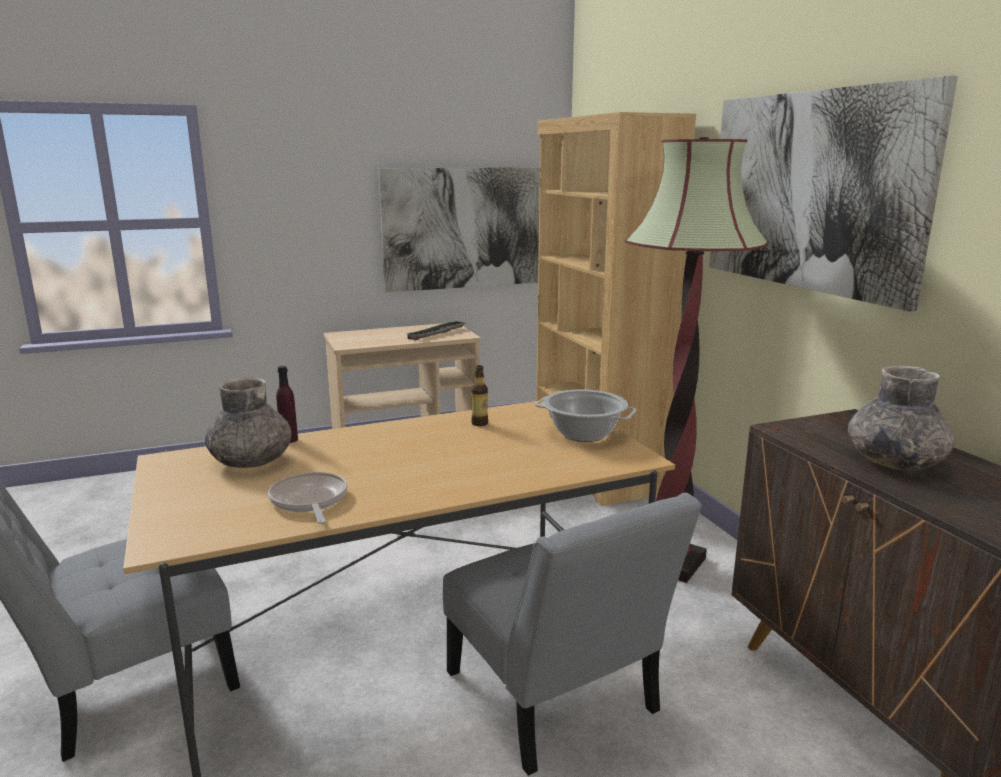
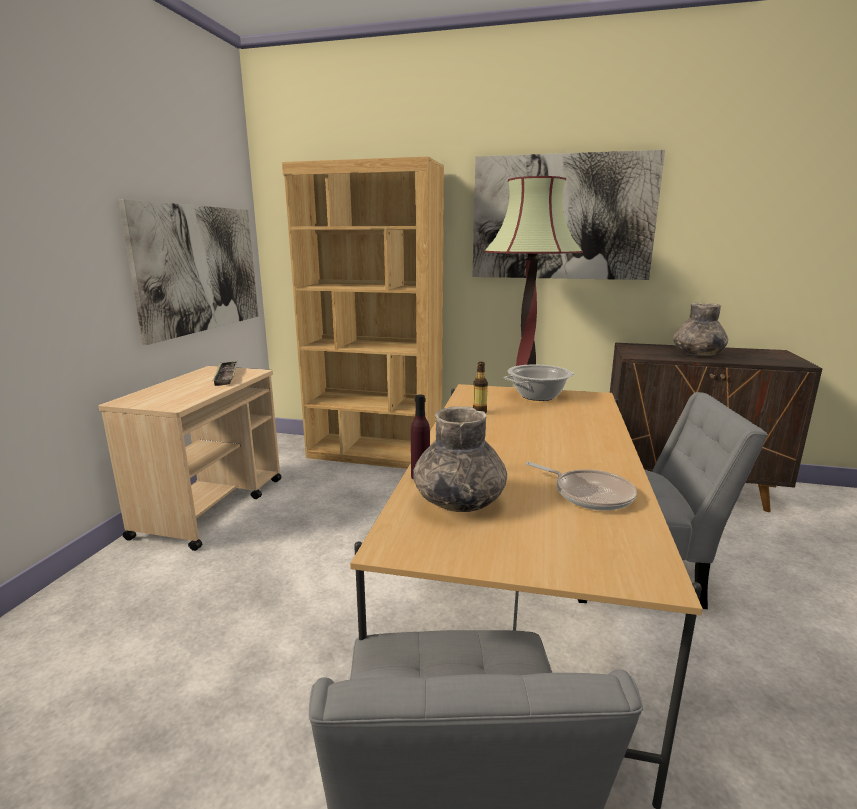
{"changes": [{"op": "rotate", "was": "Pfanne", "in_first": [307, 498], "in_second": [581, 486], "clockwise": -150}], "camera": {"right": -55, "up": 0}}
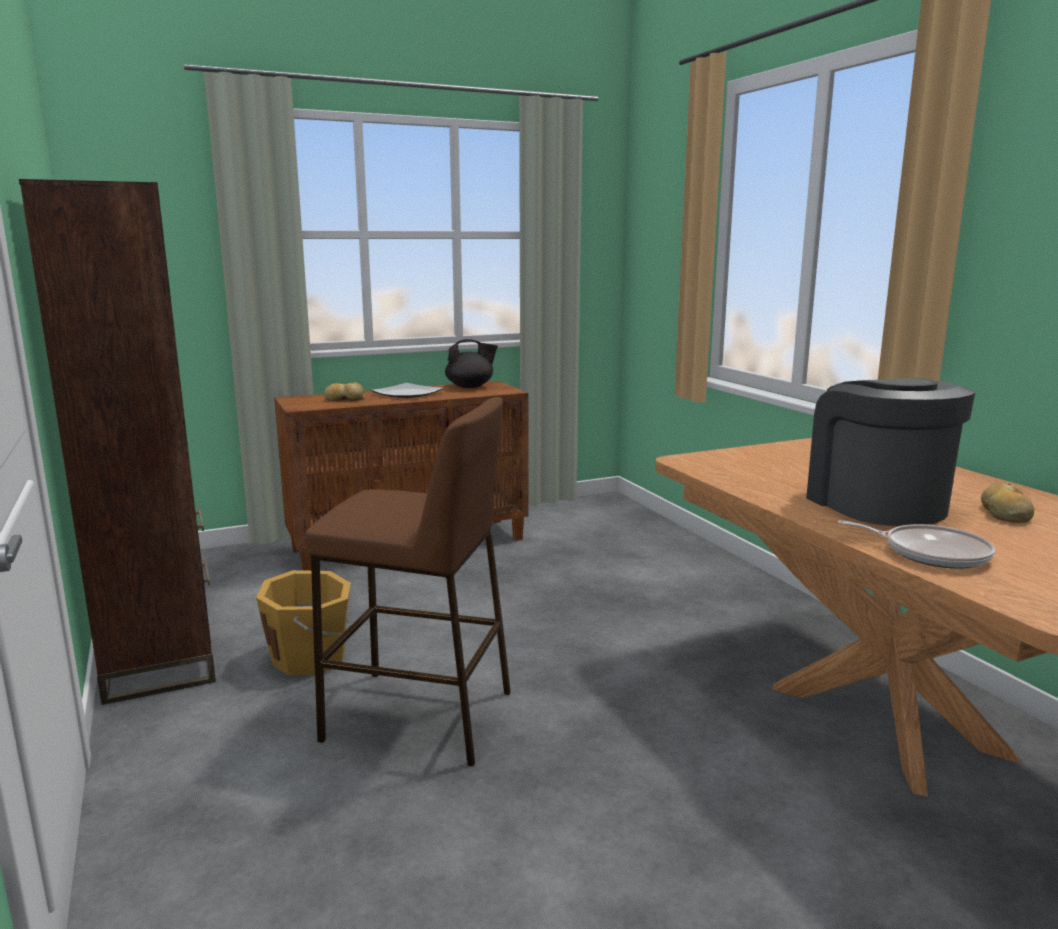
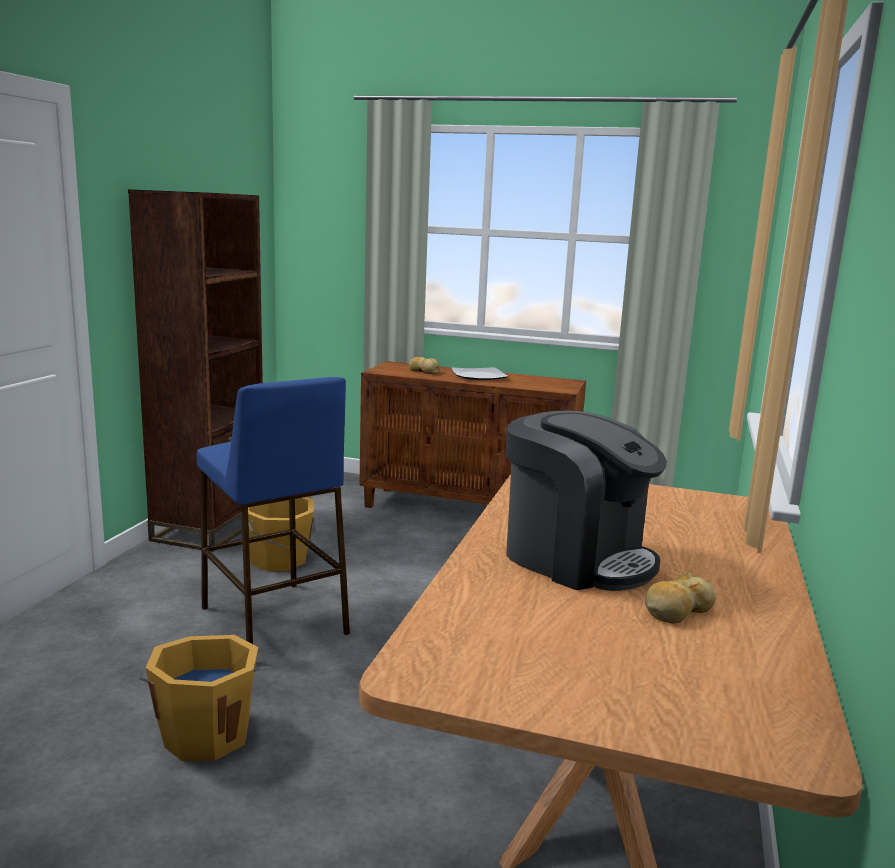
{"changes": [{"op": "insert", "now": "Eimer/orange", "in_second": [204, 698]}, {"op": "recolor", "was": "Hocker/braun", "now": "Hocker/blau", "in_first": [408, 581], "in_second": [273, 510]}, {"op": "rotate", "was": "Kaffeemaschine", "in_first": [890, 452], "in_second": [586, 500], "clockwise": 105}, {"op": "delete", "was": "Teekanne/schwarz", "in_first": [471, 363]}, {"op": "delete", "was": "Pfanne", "in_first": [916, 544]}], "camera": {"right": 40, "up": 0}}
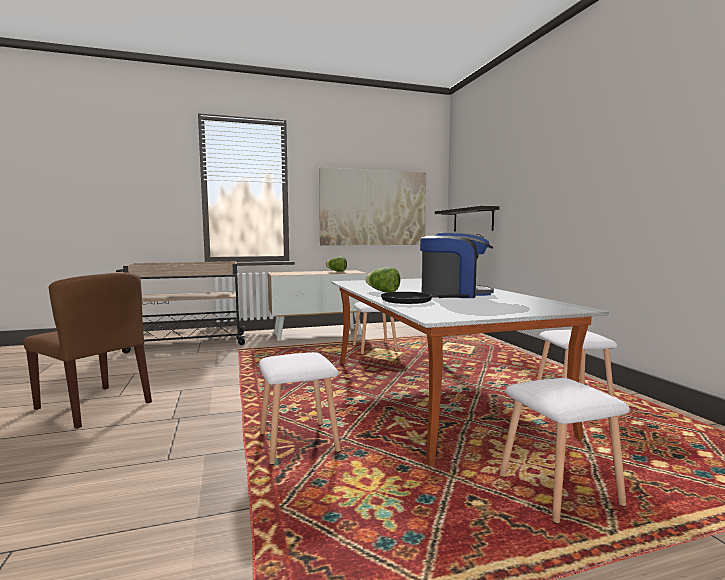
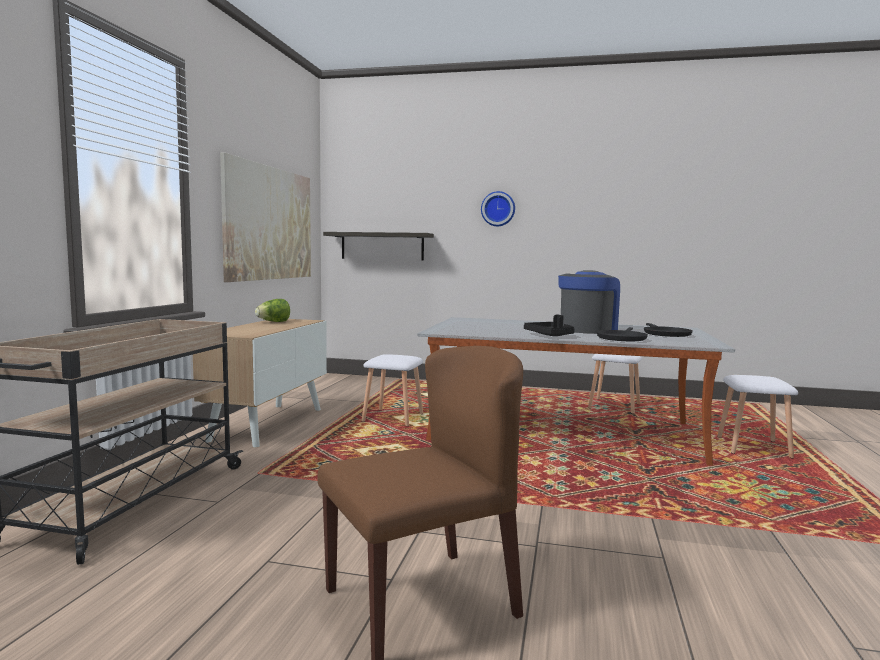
{"changes": [{"op": "insert", "now": "Wanduhr", "in_second": [498, 208]}, {"op": "replace", "was": "Salatkopf", "now": "Tablett/schwarz", "in_first": [382, 280], "in_second": [549, 325]}, {"op": "insert", "now": "Pfanne/schwarz", "in_second": [668, 330]}, {"op": "delete", "was": "Hocker/weiß", "in_first": [300, 408]}], "camera": {"right": -60, "up": 0}}
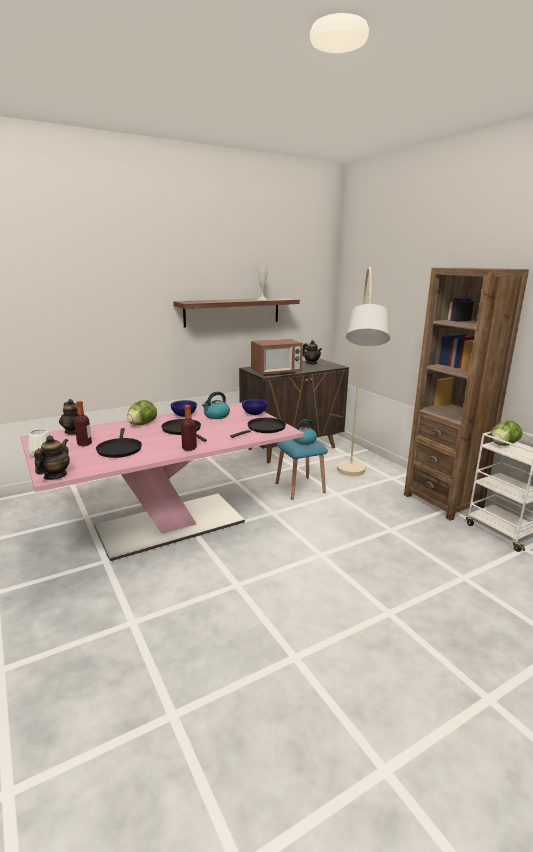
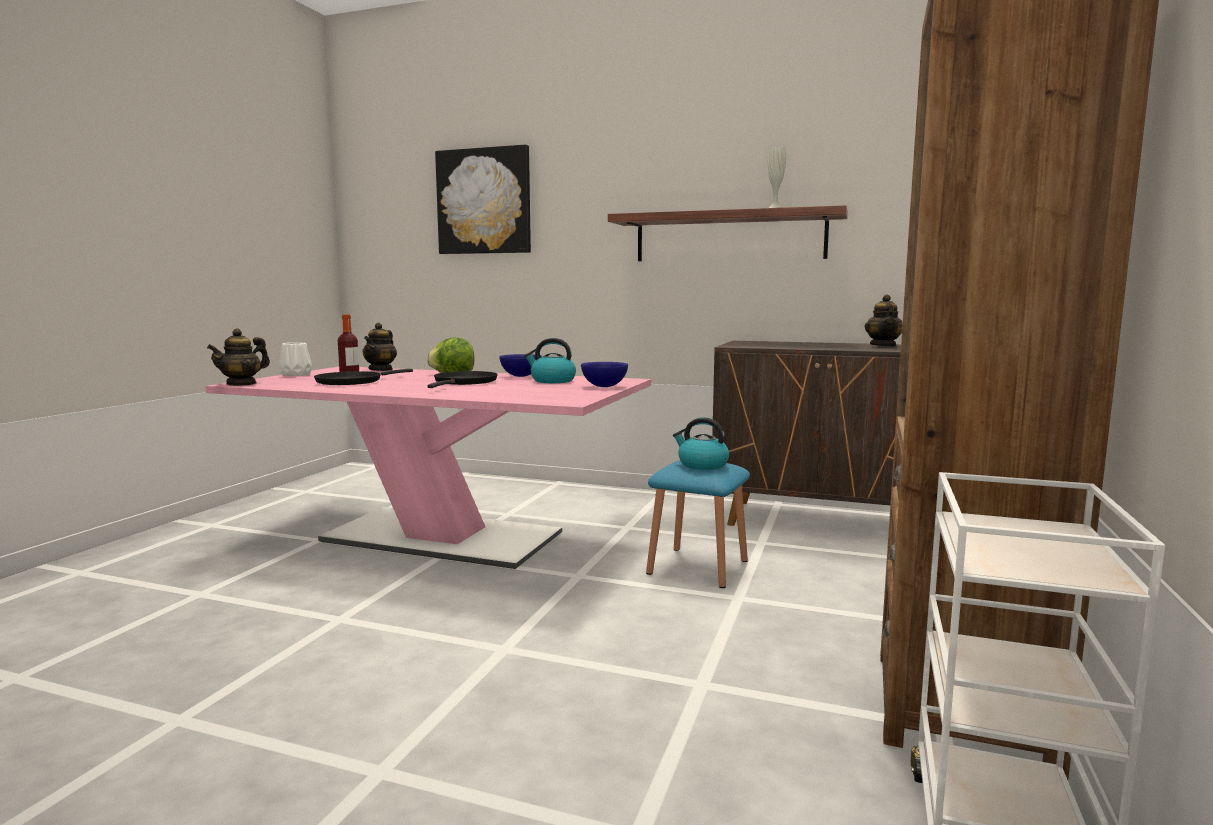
{"changes": [{"op": "rotate", "was": "Teekanne", "in_first": [52, 457], "in_second": [238, 357], "clockwise": 150}, {"op": "insert", "now": "Bild", "in_second": [483, 199]}, {"op": "delete", "was": "Flasche", "in_first": [189, 428]}, {"op": "delete", "was": "Pfanne/schwarz", "in_first": [258, 428]}, {"op": "delete", "was": "Mikrowelle", "in_first": [277, 357]}, {"op": "delete", "was": "Stehlampe/beige", "in_first": [363, 371]}, {"op": "delete", "was": "Salatkopf", "in_first": [506, 433]}], "camera": {"right": 50, "up": -10}}
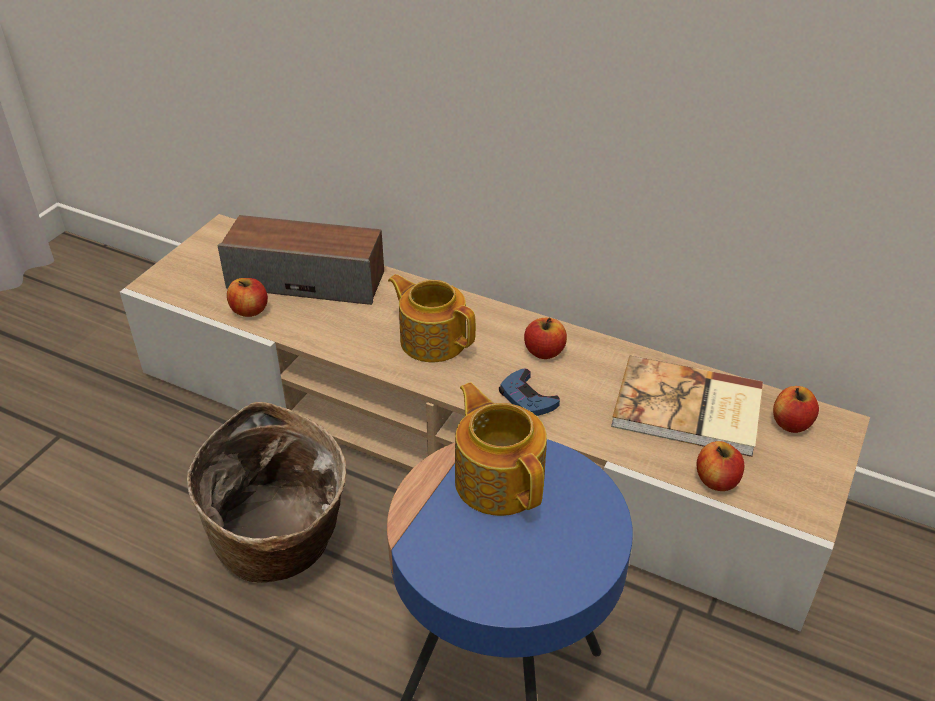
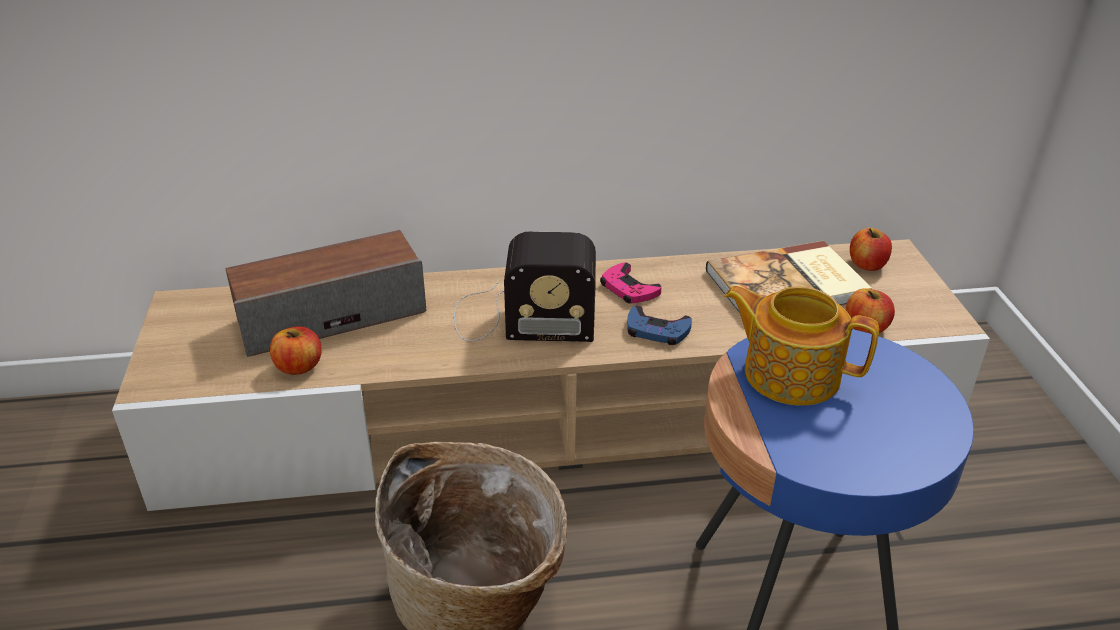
{"changes": [{"op": "replace", "was": "Teekanne", "now": "Radio", "in_first": [432, 318], "in_second": [525, 286]}, {"op": "replace", "was": "Apfel", "now": "Gamepad/rosa", "in_first": [545, 338], "in_second": [630, 282]}], "camera": {"right": -35, "up": -5}}
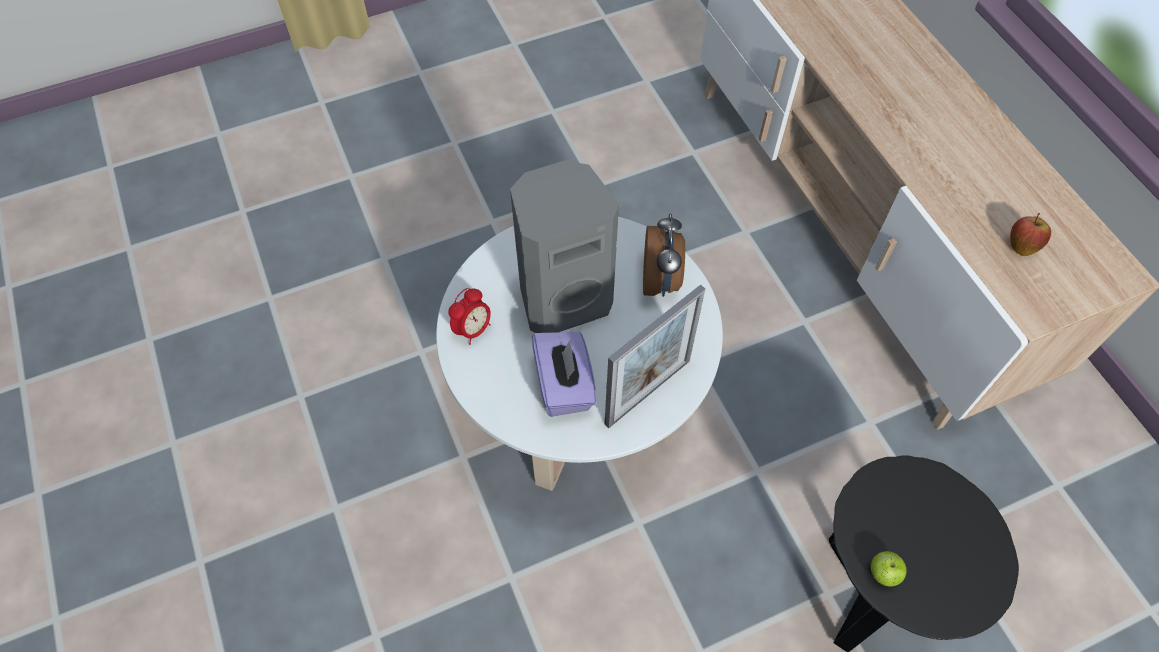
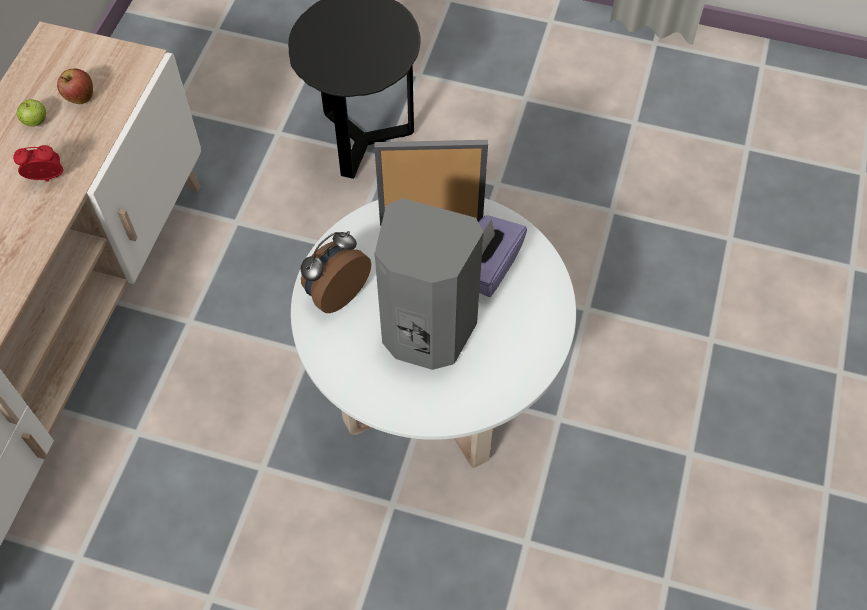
{"changes": [{"op": "move", "was": "Wecker", "in_first": [469, 316], "in_second": [38, 163]}, {"op": "move", "was": "Apfel", "in_first": [889, 569], "in_second": [31, 113]}], "camera": {"right": -140, "up": 0}}
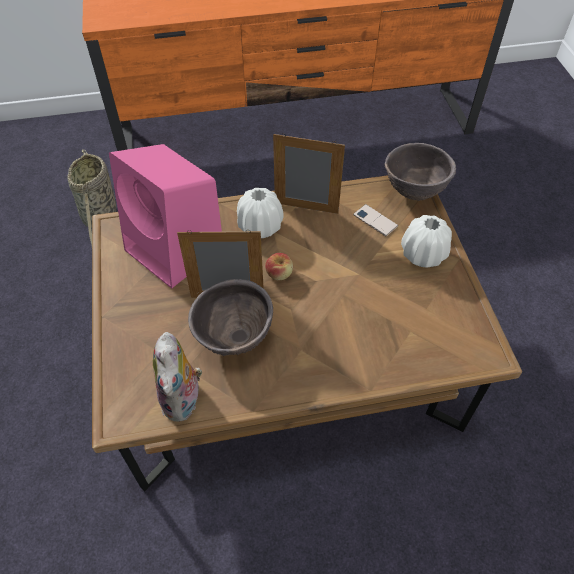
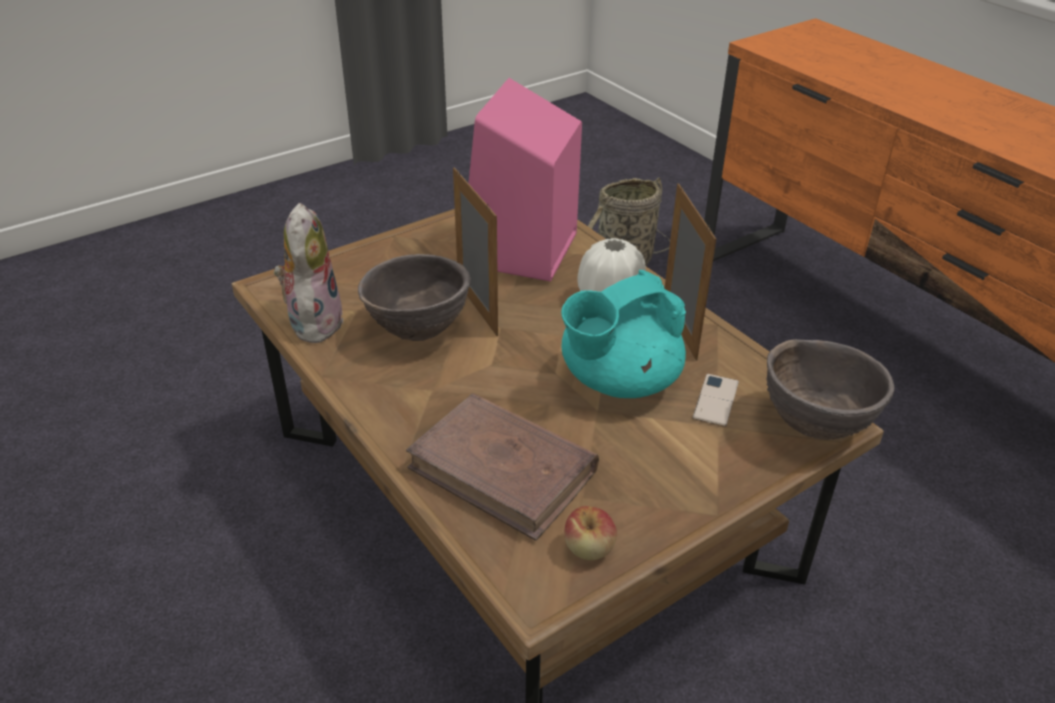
{"changes": [{"op": "rotate", "was": "Plüschtier", "in_first": [177, 377], "in_second": [308, 273], "clockwise": 120}, {"op": "insert", "now": "Buch/braun", "in_second": [502, 467]}, {"op": "insert", "now": "Teekanne/türkis", "in_second": [623, 334]}, {"op": "move", "was": "Apfel", "in_first": [279, 267], "in_second": [590, 533]}, {"op": "delete", "was": "Vase/weiß", "in_first": [426, 241]}], "camera": {"right": 65, "up": -15}}
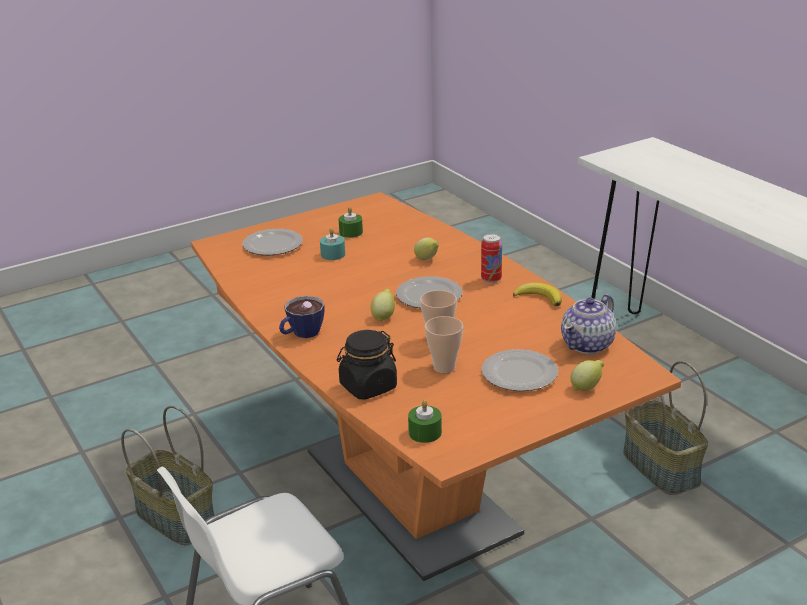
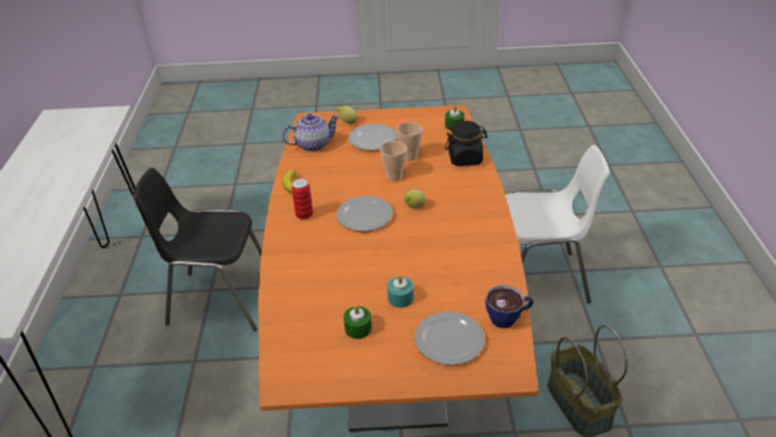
{"changes": [{"op": "replace", "was": "Korb", "now": "Stuhl/schwarz", "in_first": [665, 428], "in_second": [197, 249]}, {"op": "move", "was": "Tasse", "in_first": [301, 317], "in_second": [510, 306]}, {"op": "delete", "was": "Zitrone", "in_first": [426, 248]}], "camera": {"right": -150, "up": 10}}
